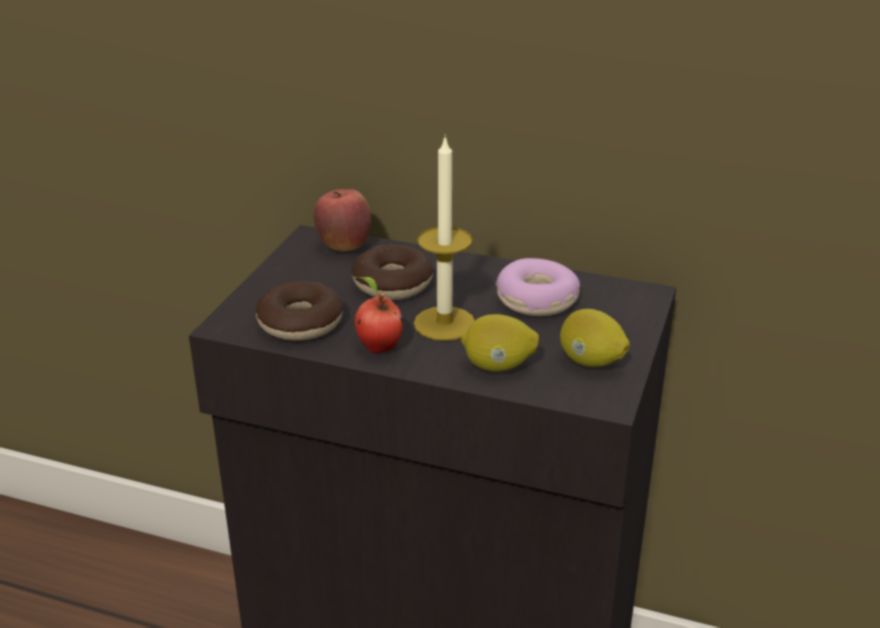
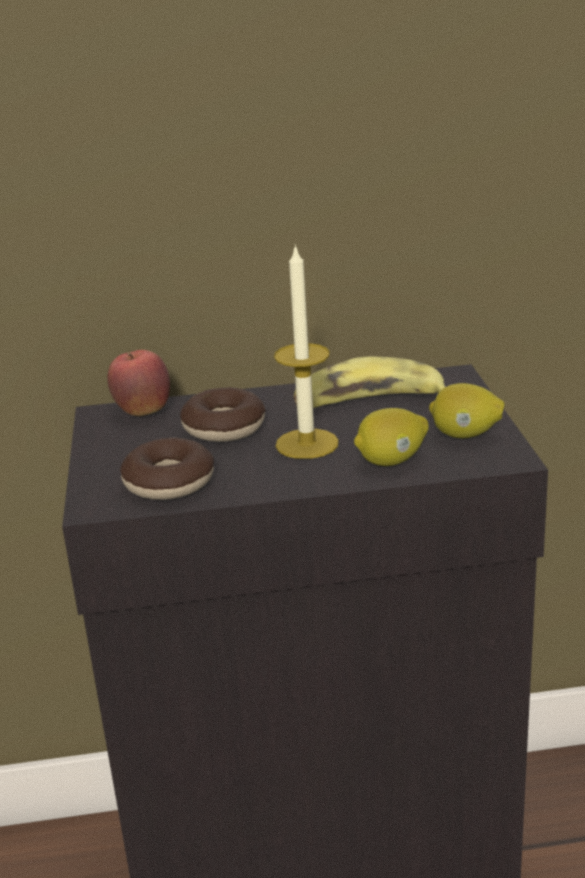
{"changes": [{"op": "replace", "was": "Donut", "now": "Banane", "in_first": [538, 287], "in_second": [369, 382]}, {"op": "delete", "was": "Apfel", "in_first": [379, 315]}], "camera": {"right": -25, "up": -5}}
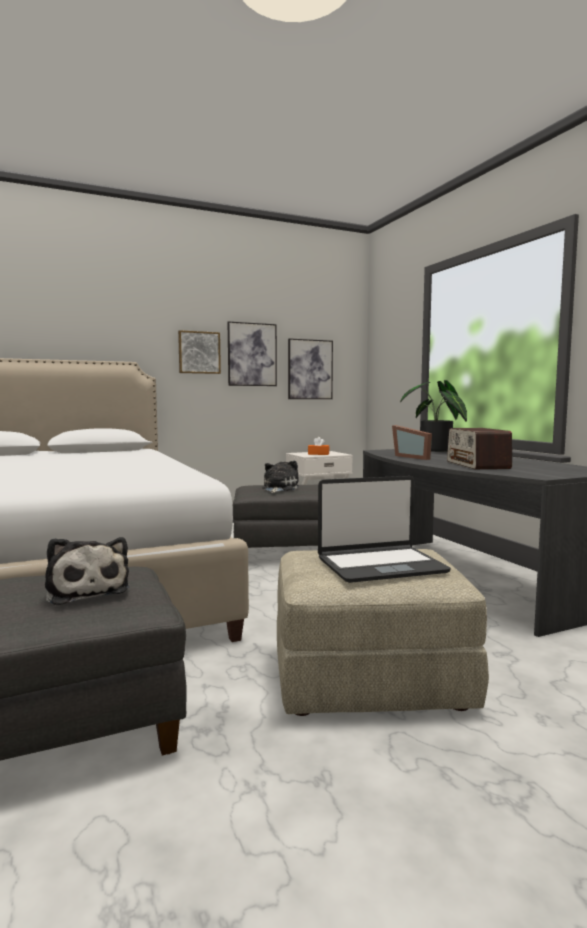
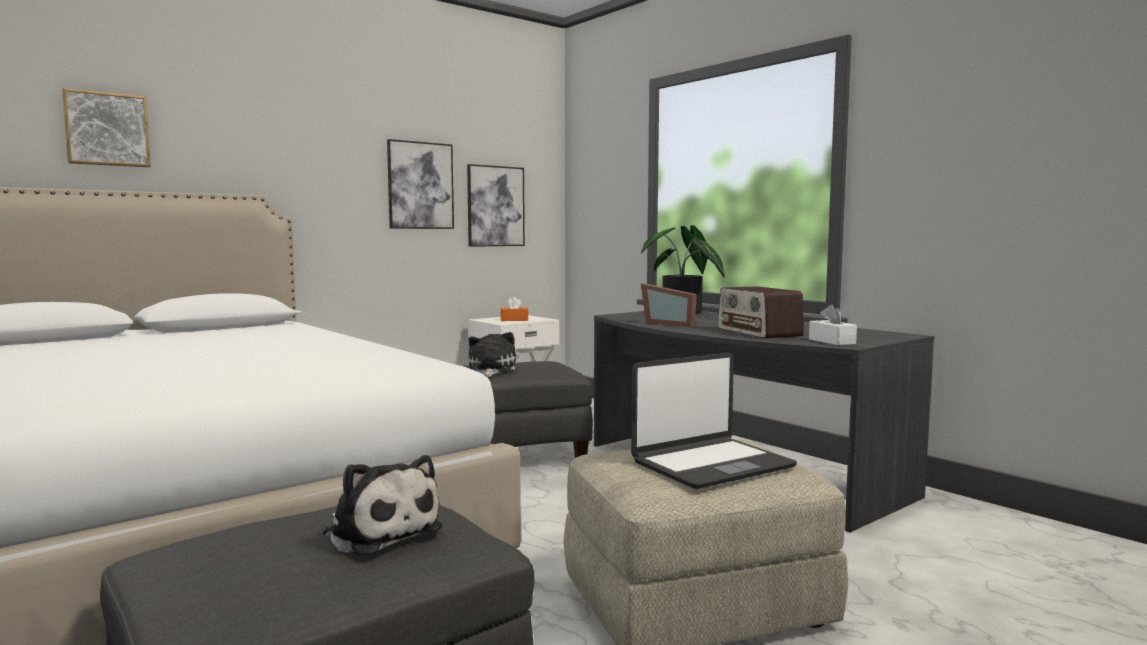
{"changes": [{"op": "move", "was": "Bild", "in_first": [199, 352], "in_second": [106, 127]}, {"op": "insert", "now": "Taschentuchbox/weiß", "in_second": [833, 325]}], "camera": {"right": -15, "up": 0}}
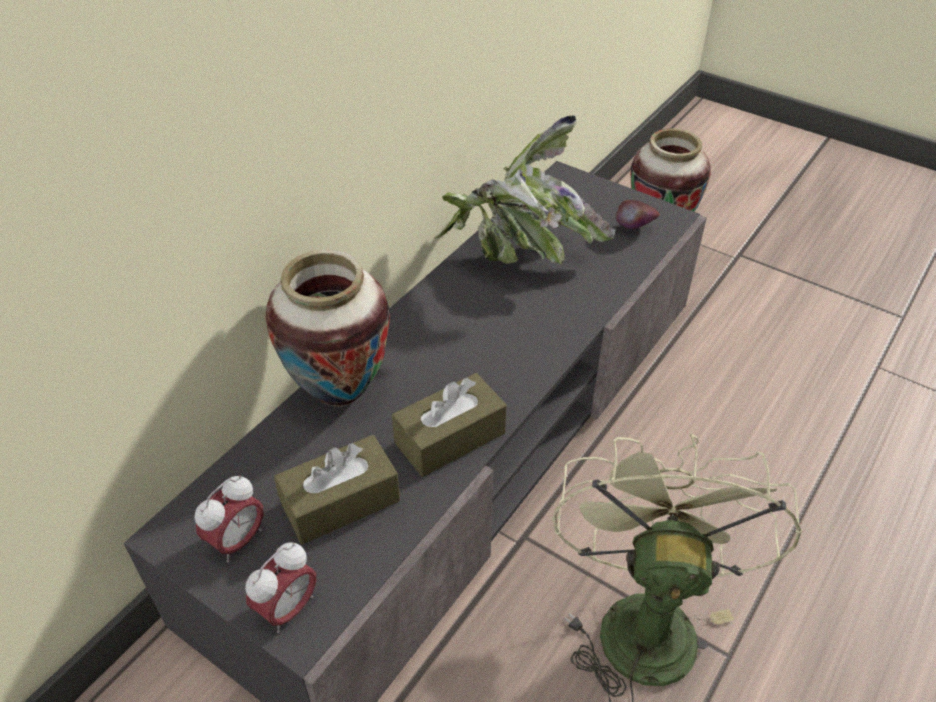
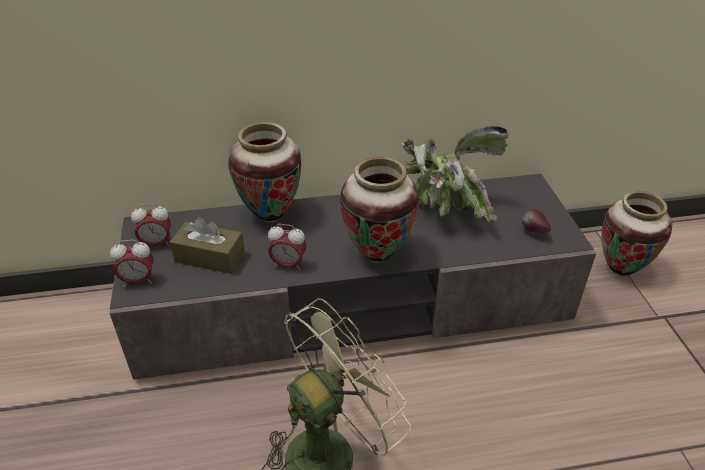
{"changes": [{"op": "replace", "was": "Taschentuchbox/braun", "now": "Wecker", "in_first": [449, 425], "in_second": [287, 247]}, {"op": "insert", "now": "Vase", "in_second": [379, 210]}], "camera": {"right": 45, "up": -5}}
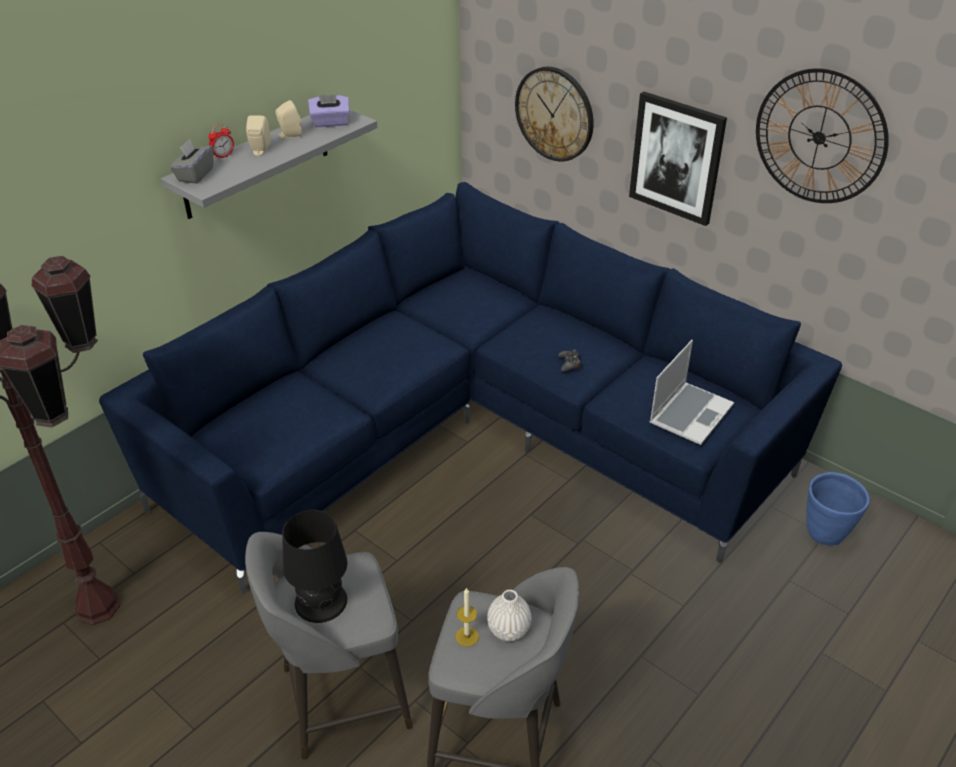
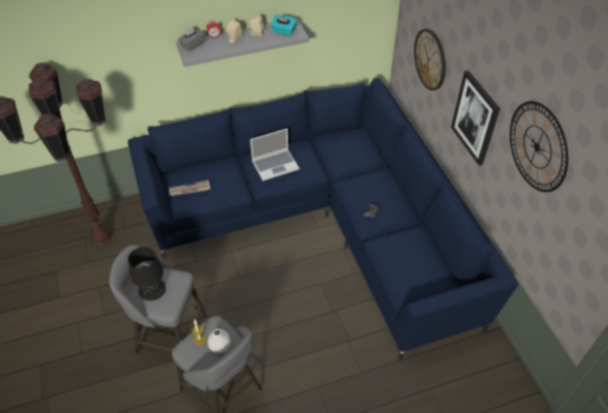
{"changes": [{"op": "insert", "now": "Zeitung", "in_second": [190, 188]}, {"op": "move", "was": "Laptop", "in_first": [692, 392], "in_second": [275, 154]}, {"op": "recolor", "was": "Taschentuchbox/lila", "now": "Taschentuchbox/türkis", "in_first": [329, 111], "in_second": [283, 25]}, {"op": "delete", "was": "Pflanzkübel/blau", "in_first": [837, 509]}], "camera": {"right": 30, "up": 10}}
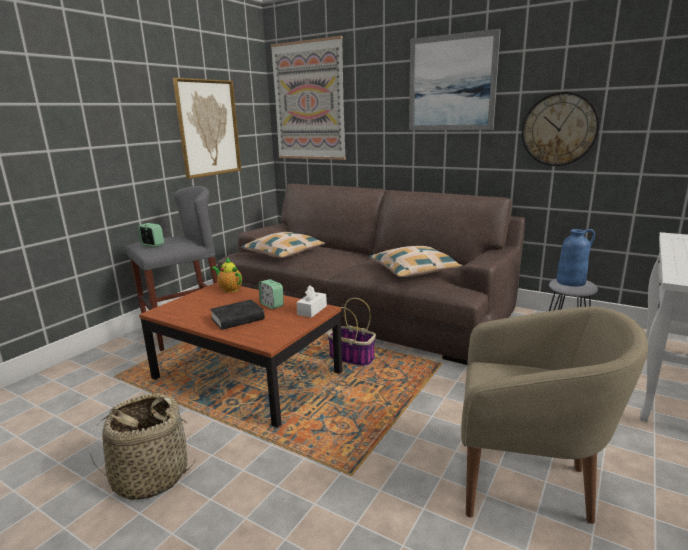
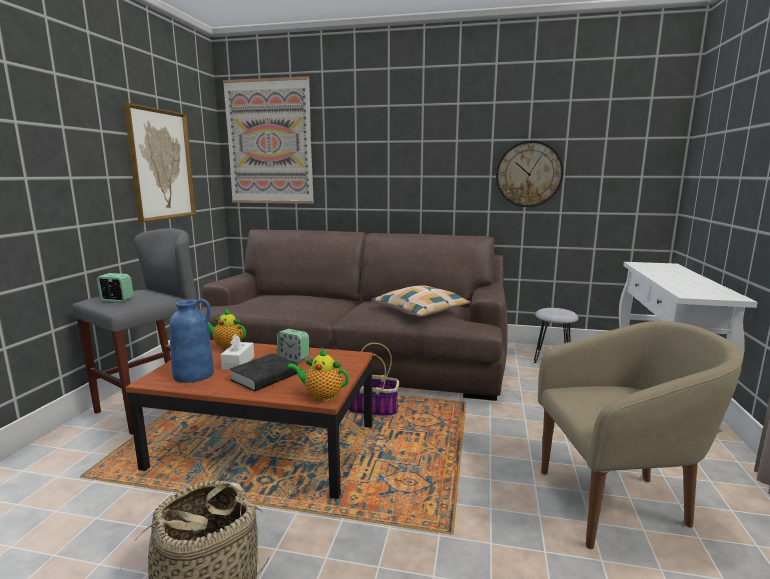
{"changes": [{"op": "move", "was": "Vase/blau", "in_first": [575, 258], "in_second": [191, 341]}, {"op": "move", "was": "Taschentuchbox/weiß", "in_first": [311, 301], "in_second": [237, 352]}, {"op": "insert", "now": "Teekanne", "in_second": [318, 375]}, {"op": "delete", "was": "Kissen", "in_first": [283, 245]}, {"op": "delete", "was": "Bild", "in_first": [455, 80]}], "camera": {"right": -20, "up": -5}}
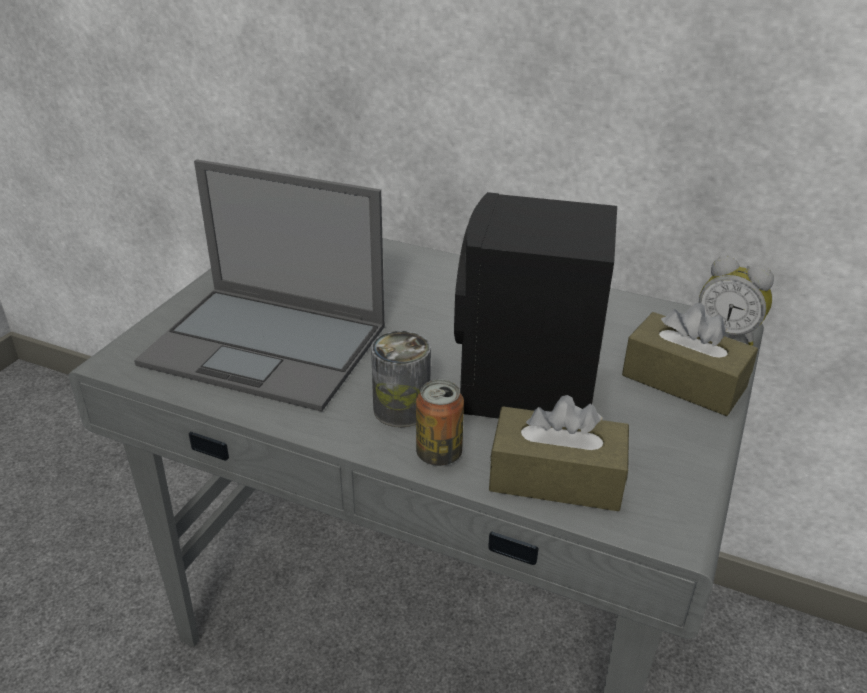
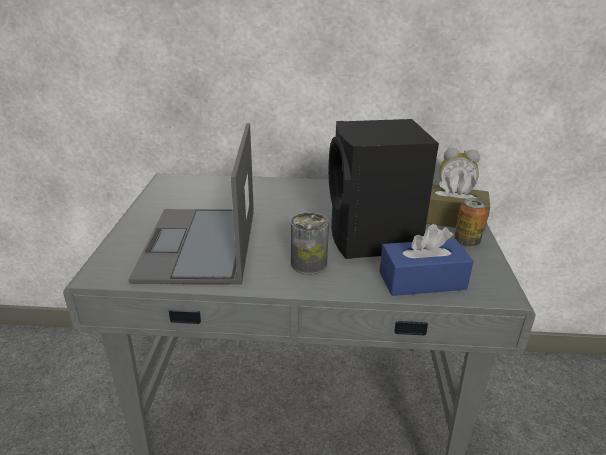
{"changes": [{"op": "rotate", "was": "Laptop", "in_first": [259, 285], "in_second": [191, 203], "clockwise": 90}, {"op": "recolor", "was": "Taschentuchbox/braun", "now": "Taschentuchbox/blau", "in_first": [559, 453], "in_second": [426, 260]}, {"op": "move", "was": "Dose", "in_first": [440, 423], "in_second": [471, 222]}], "camera": {"right": -20, "up": -5}}
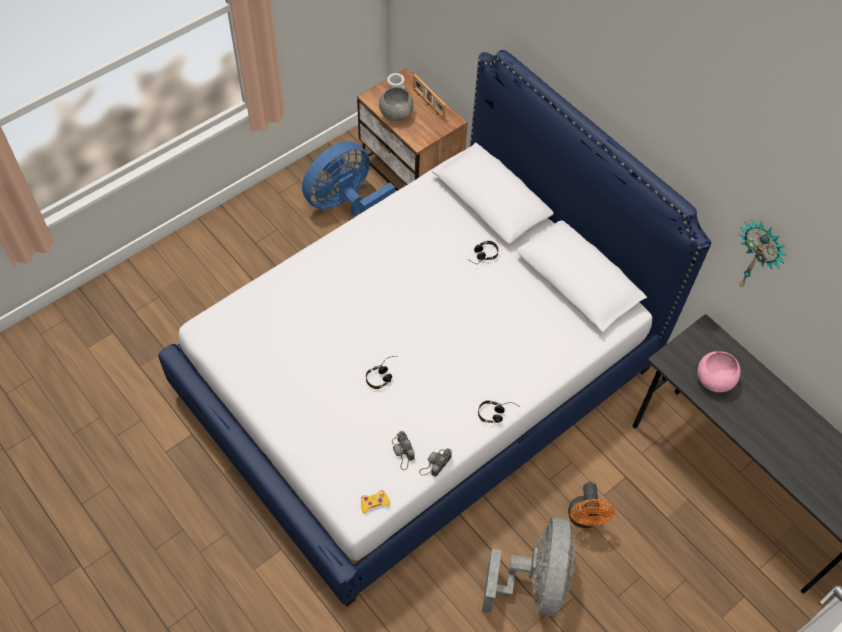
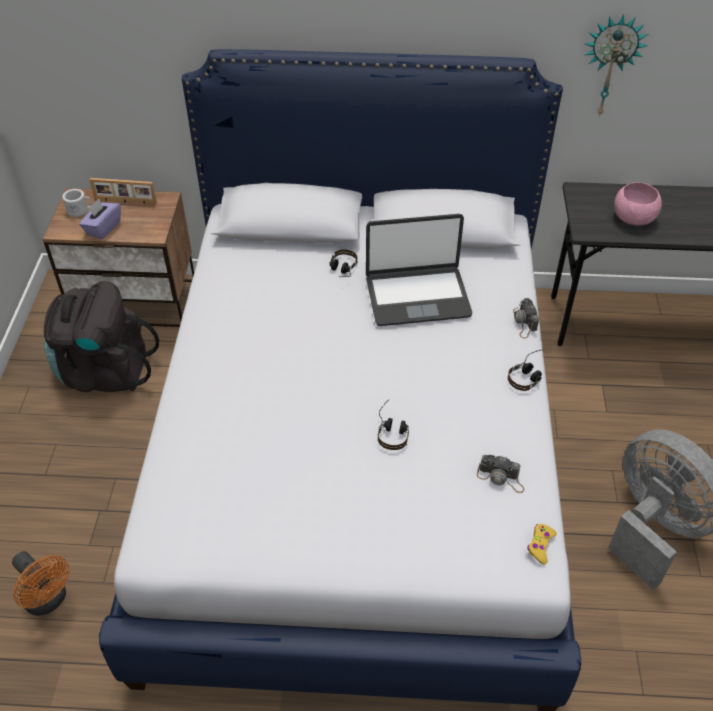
{"changes": [{"op": "move", "was": "Ventilator/orange", "in_first": [591, 505], "in_second": [40, 583]}, {"op": "replace", "was": "Ventilator/blau", "now": "Rucksack/schwarz", "in_first": [348, 179], "in_second": [101, 336]}, {"op": "replace", "was": "Schüssel/grau", "now": "Taschentuchbox/lila", "in_first": [396, 104], "in_second": [100, 219]}, {"op": "insert", "now": "Laptop", "in_second": [419, 270]}, {"op": "move", "was": "Kamera", "in_first": [435, 462], "in_second": [526, 318]}], "camera": {"right": -45, "up": -10}}
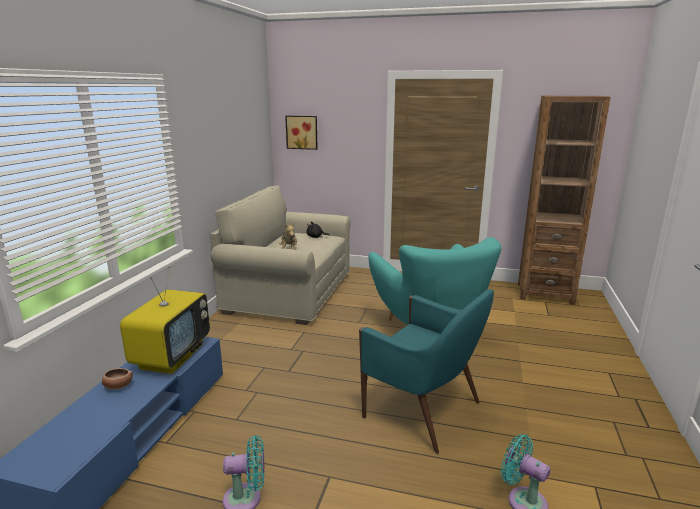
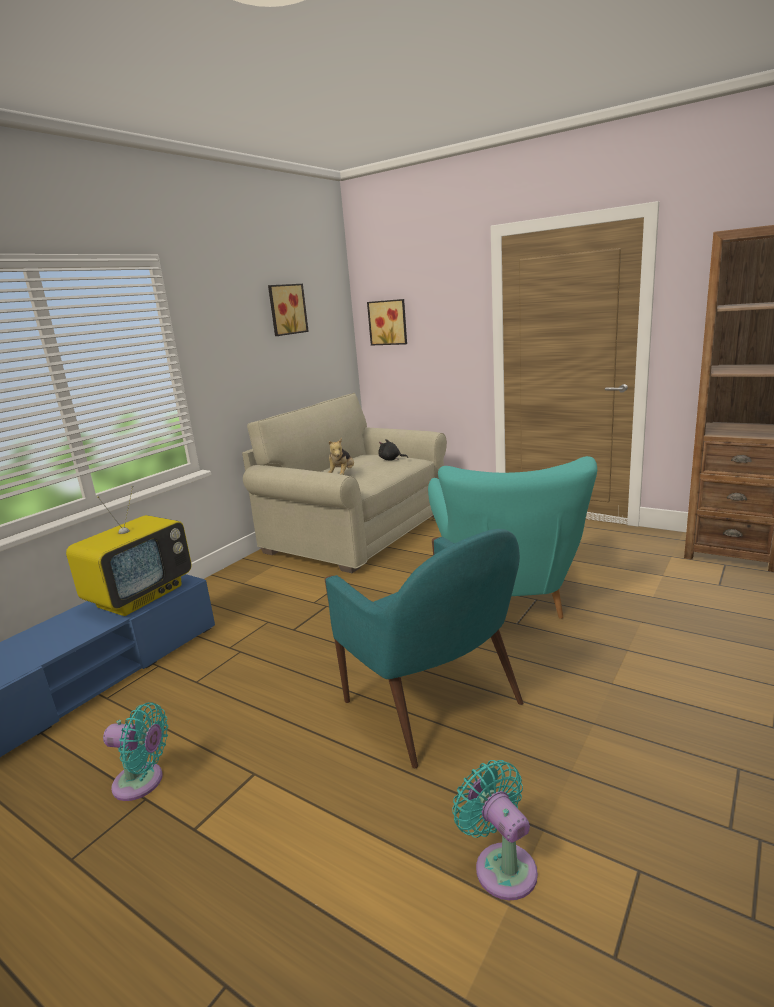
{"changes": [{"op": "insert", "now": "Bild", "in_second": [288, 310]}, {"op": "delete", "was": "Schüssel", "in_first": [117, 378]}], "camera": {"right": 20, "up": 0}}
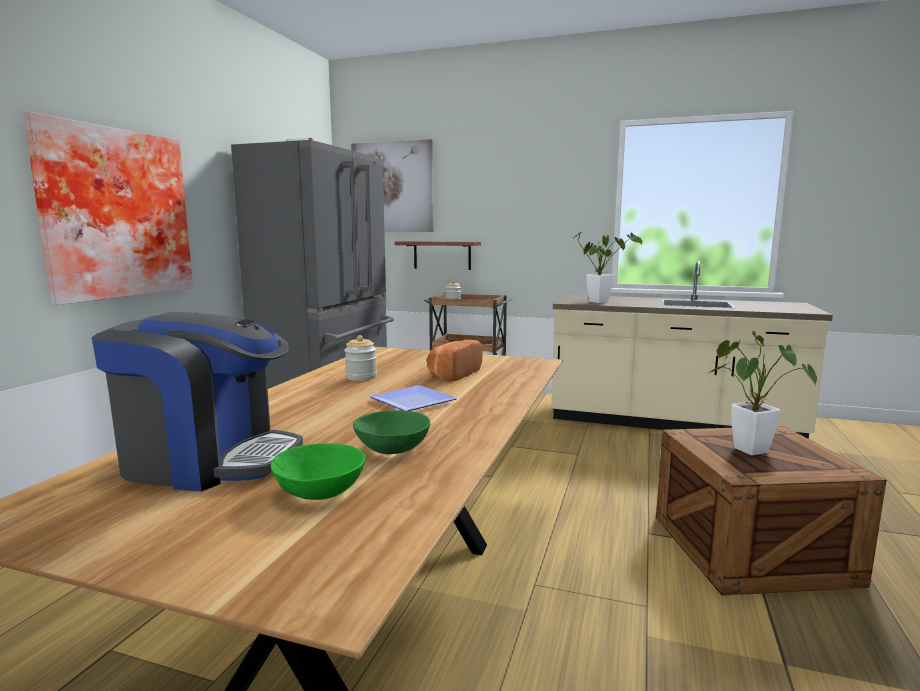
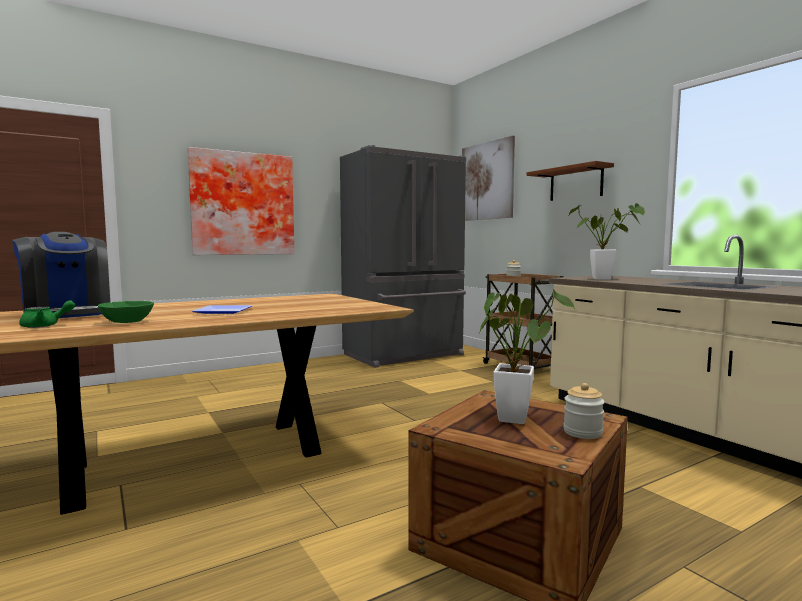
{"changes": [{"op": "replace", "was": "Schüssel/grün", "now": "Teekanne/grün", "in_first": [318, 471], "in_second": [47, 314]}, {"op": "move", "was": "Wandregal/braun", "in_first": [438, 255], "in_second": [570, 181]}, {"op": "move", "was": "Vorratsglas", "in_first": [360, 358], "in_second": [584, 411]}, {"op": "delete", "was": "Brot", "in_first": [455, 361]}], "camera": {"right": 40, "up": -5}}
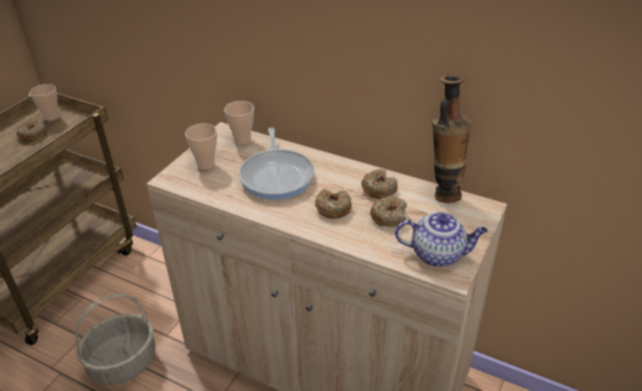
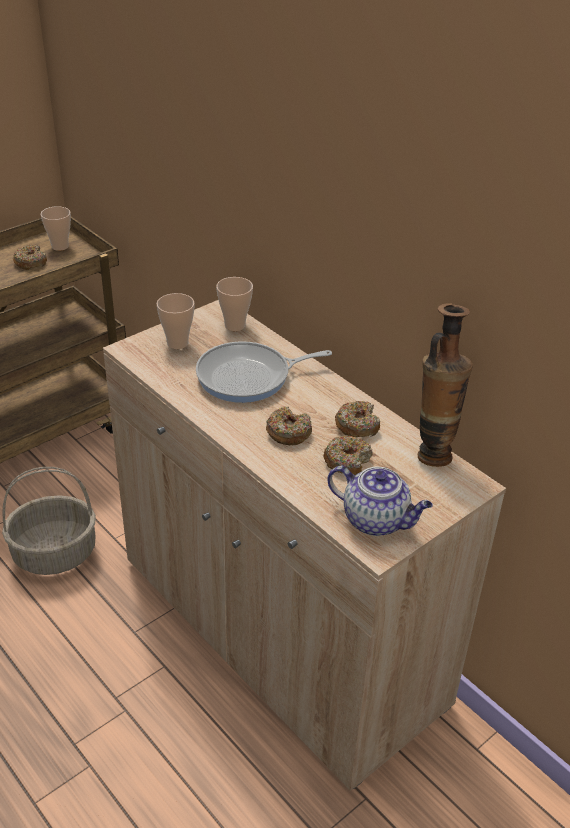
{"changes": [{"op": "rotate", "was": "Pfanne", "in_first": [276, 163], "in_second": [264, 372], "clockwise": 60}], "camera": {"right": 20, "up": 0}}
